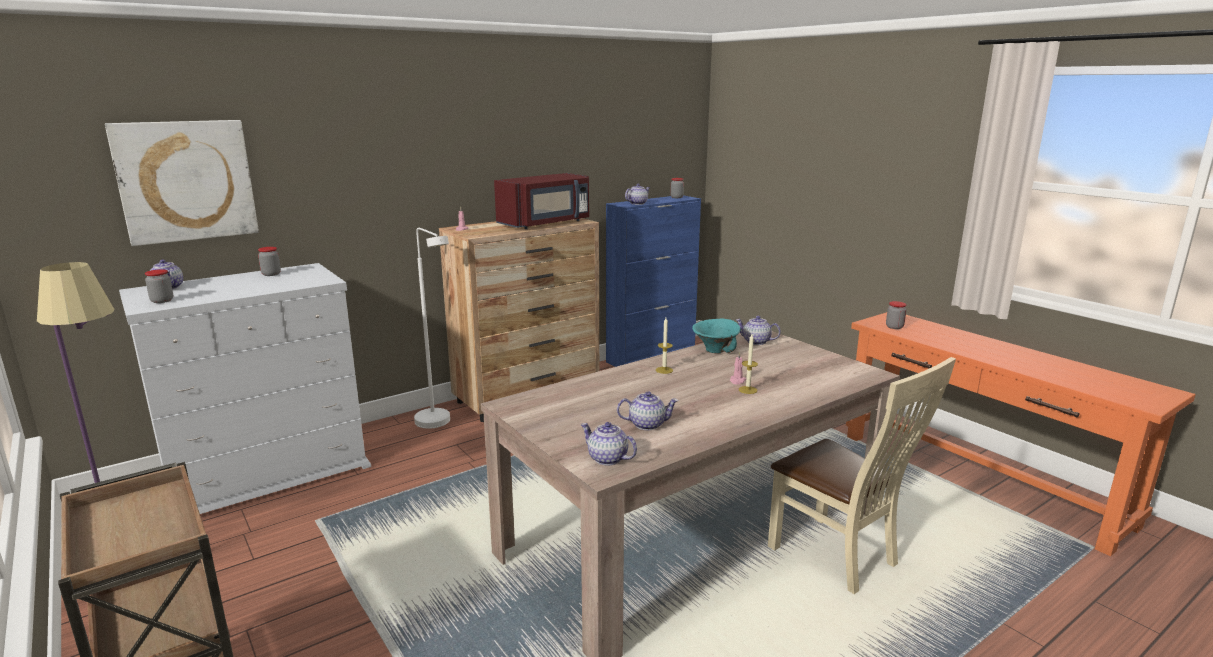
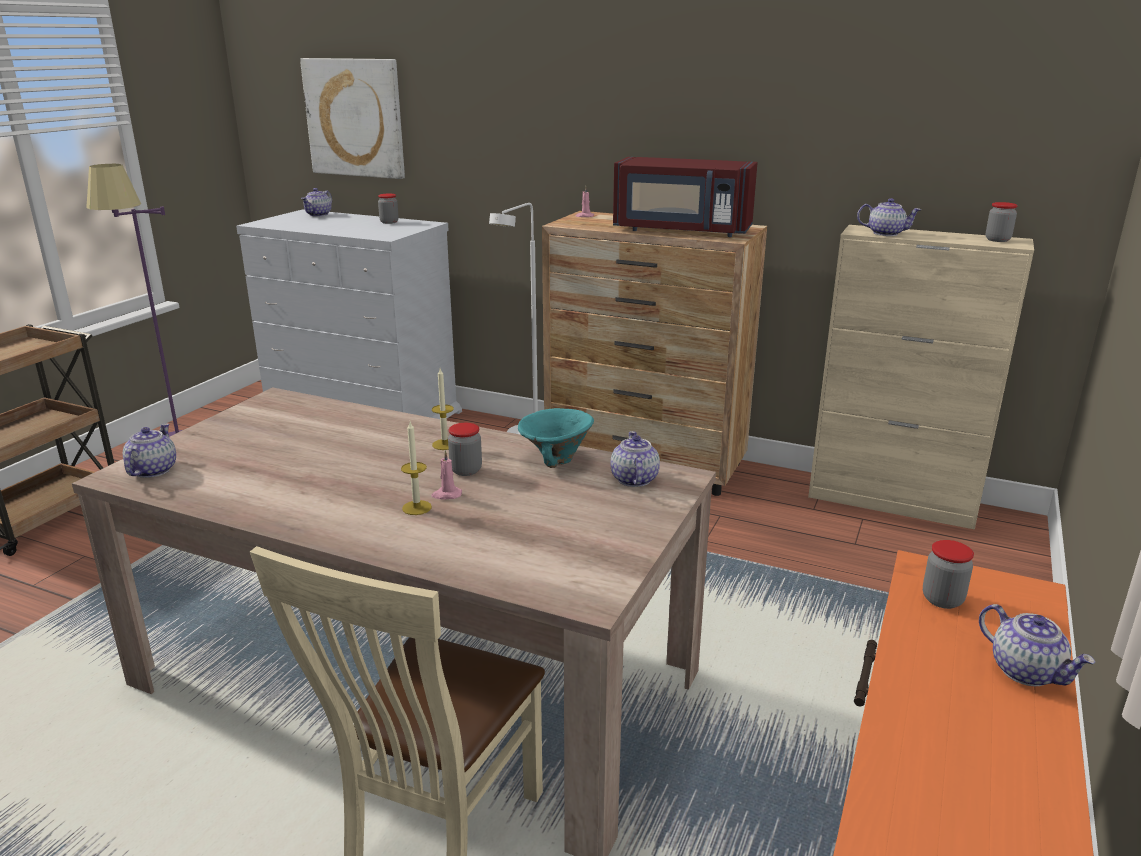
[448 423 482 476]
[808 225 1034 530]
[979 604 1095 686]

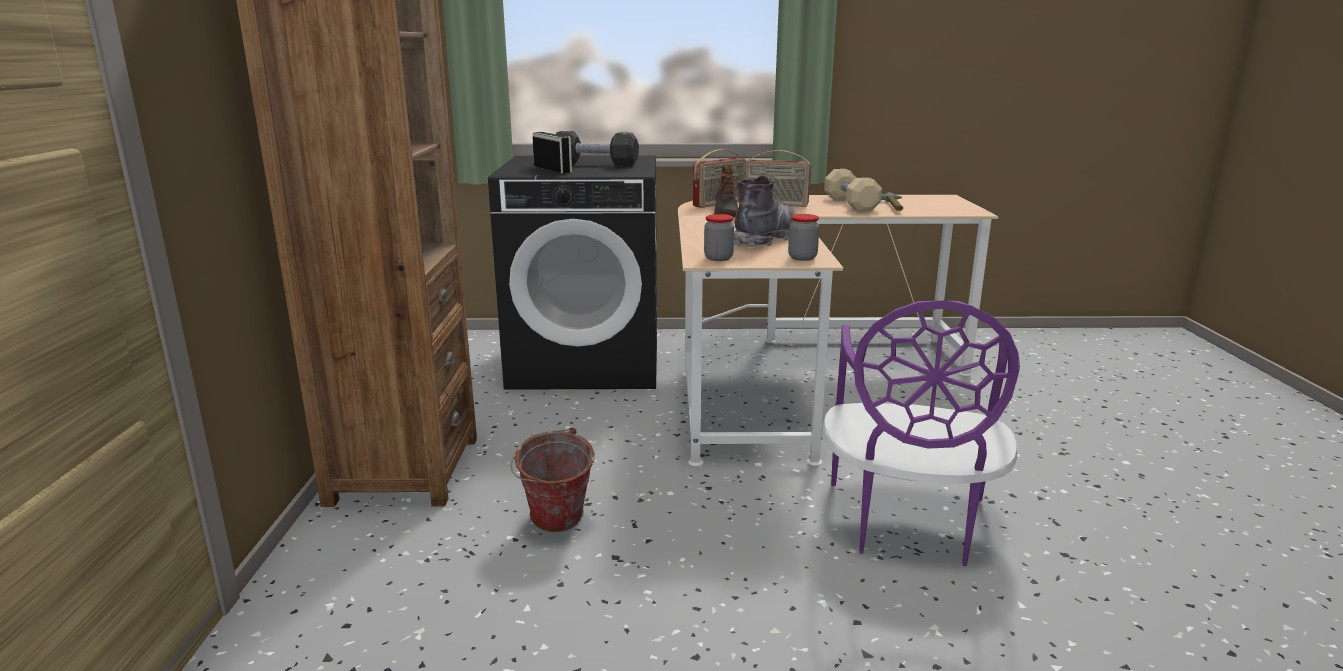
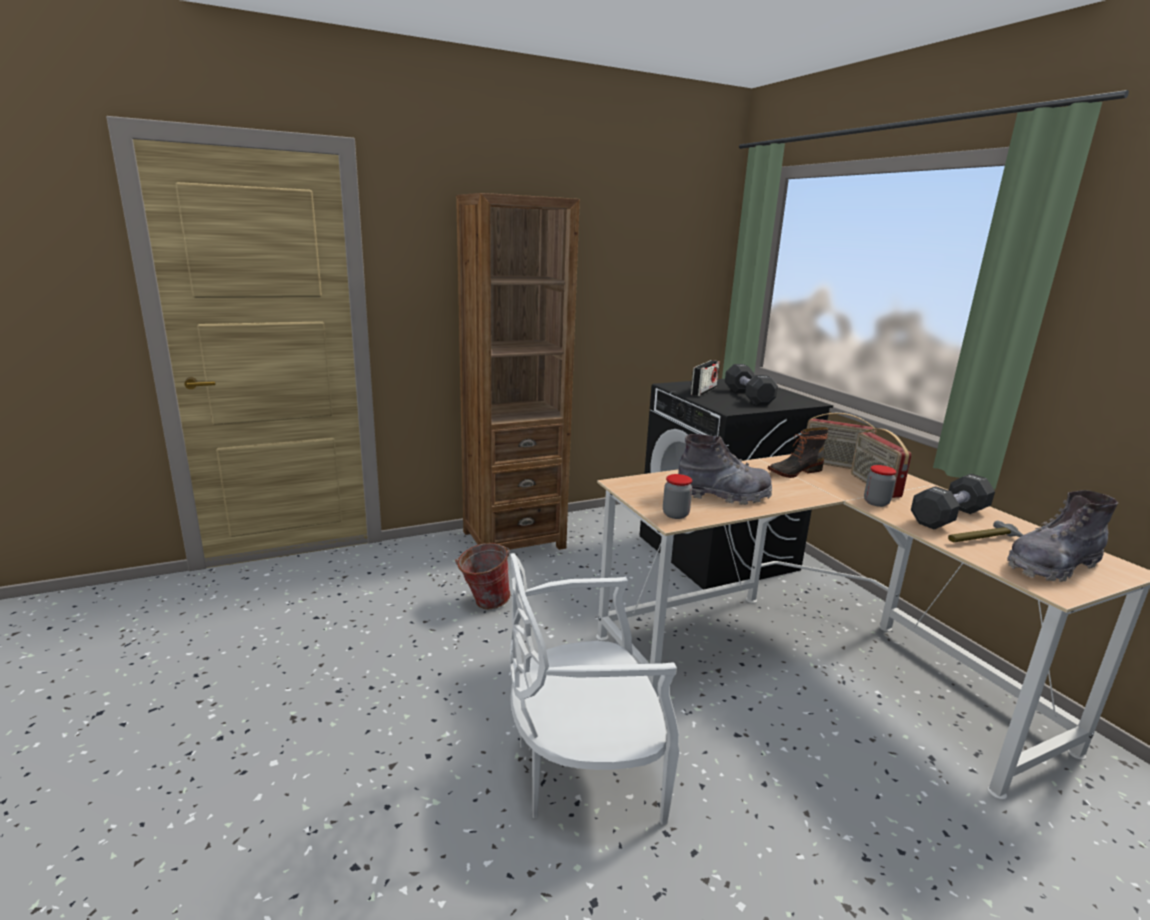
[510 553 680 825]
[864 465 897 507]
[911 474 995 530]
[1007 490 1118 582]

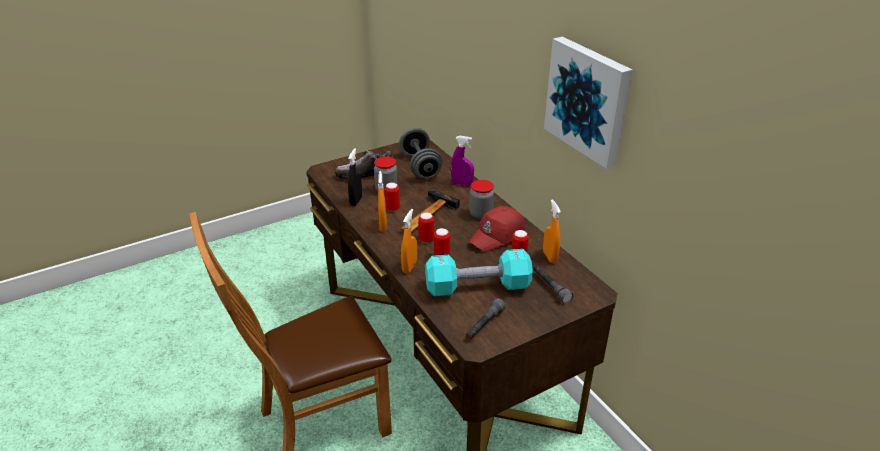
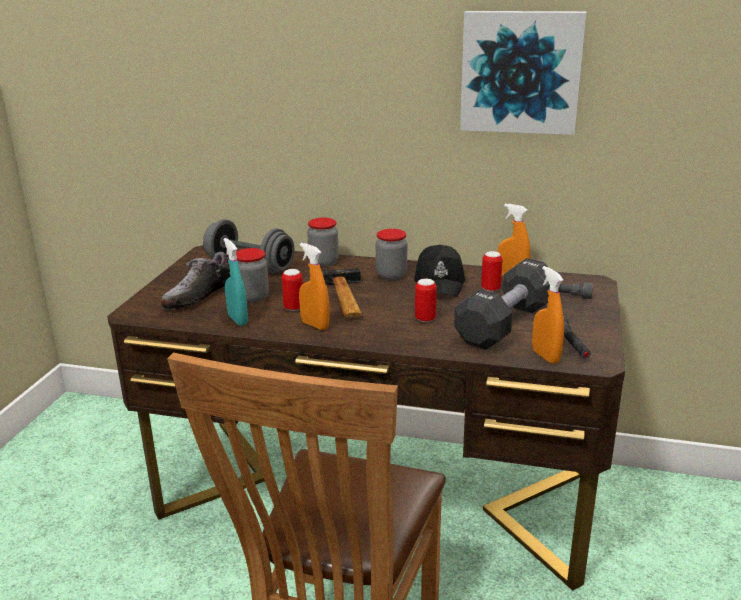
[223 238 248 326]
[307 218 339 267]
[414 244 465 297]
[454 258 550 350]
[532 266 564 364]
[419 212 434 243] (first image)

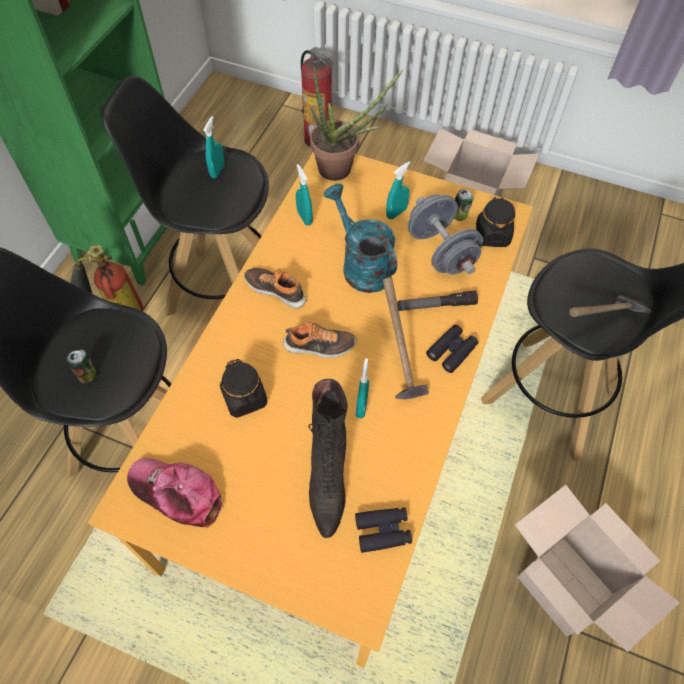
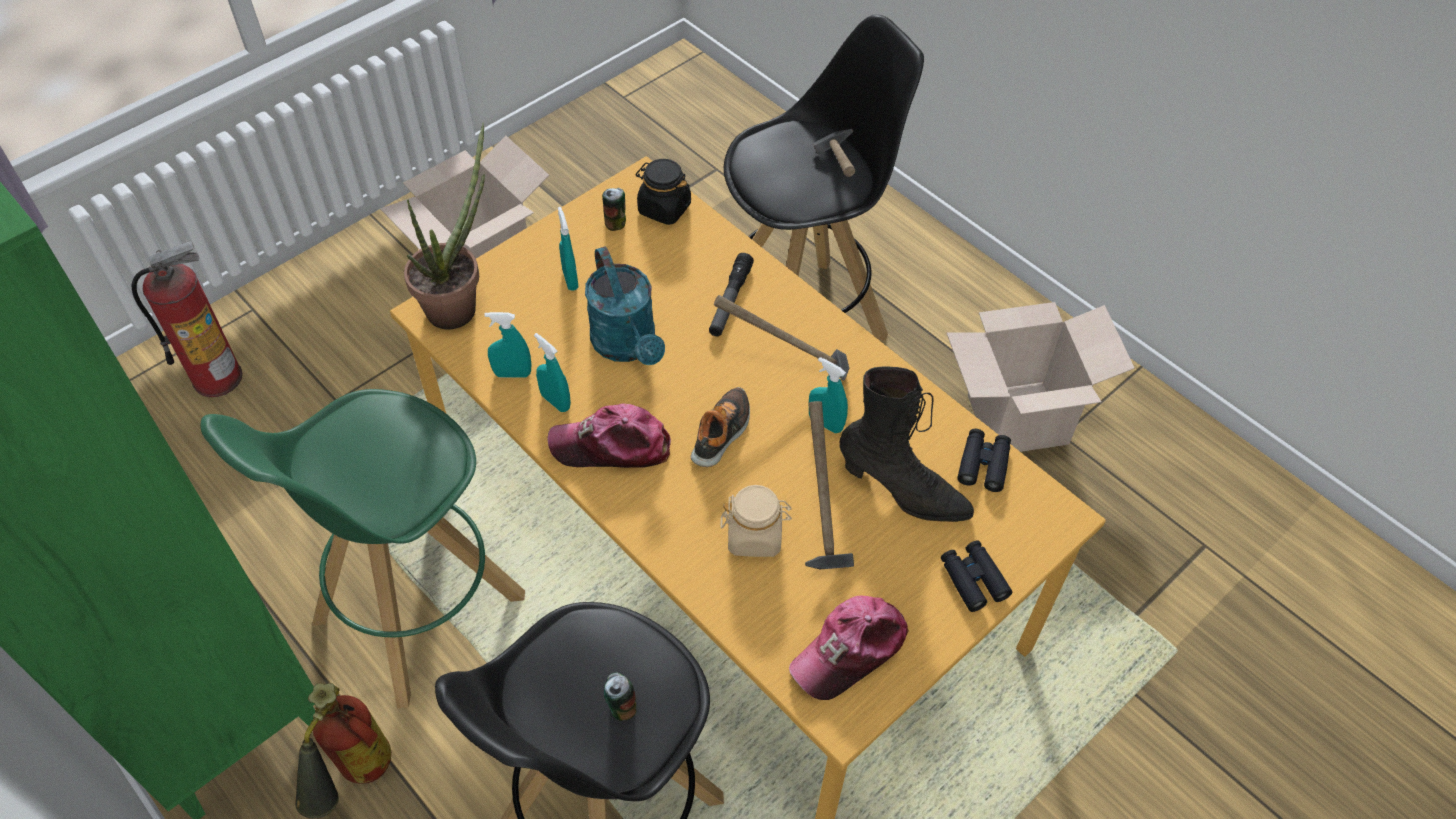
[200 389 525 708]
[534 333 571 412]
[548 403 671 468]
[585 247 665 365]
[720 485 792 557]
[805 401 854 569]
[941 540 1012 612]
[408 195 483 275] (first image)

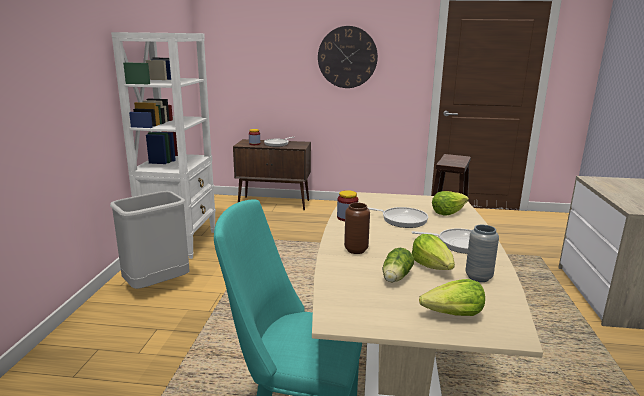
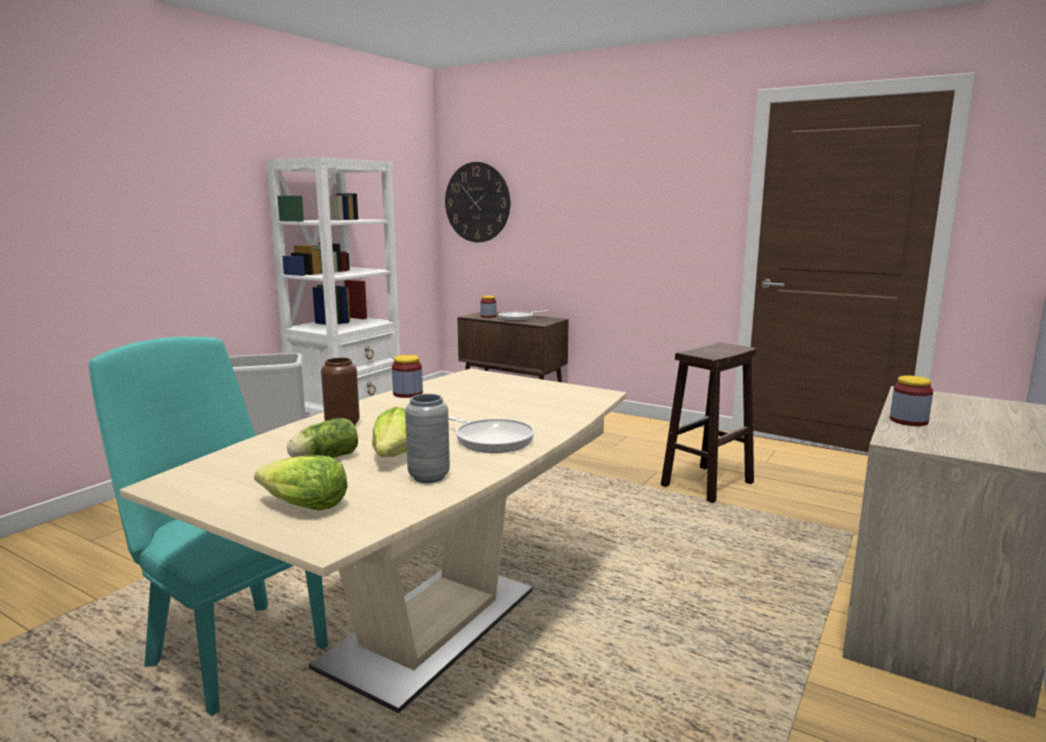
[445 162 510 242]
[890 375 933 426]
[367 207 428 228] (first image)
[432 191 469 216] (first image)

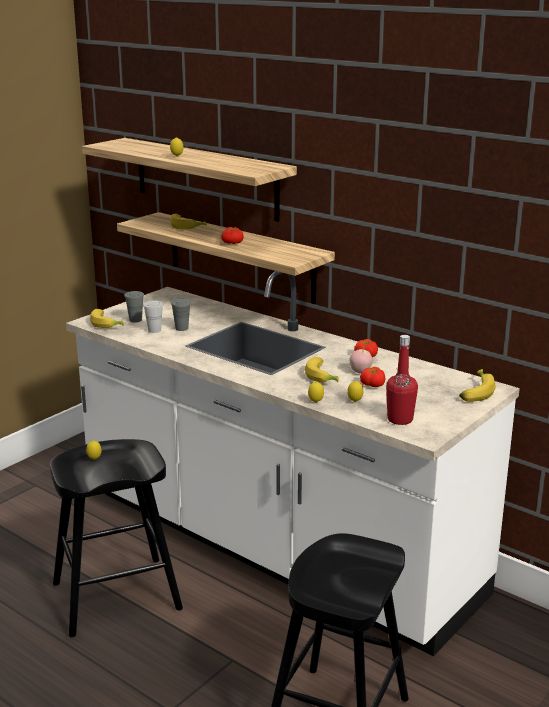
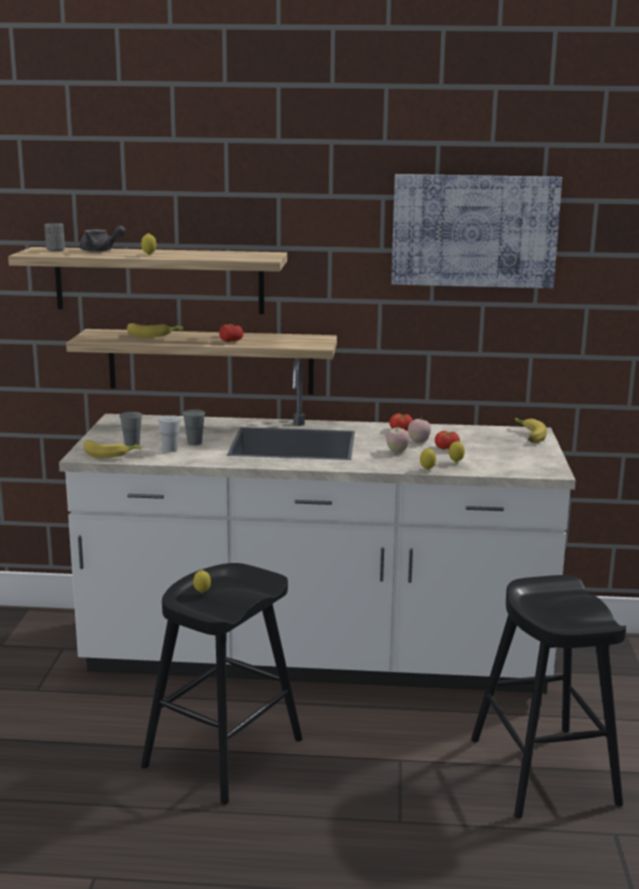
[44 223 65 251]
[80 225 126 252]
[386 428 410 453]
[391 174 562 288]
[386 335 418 425] (first image)

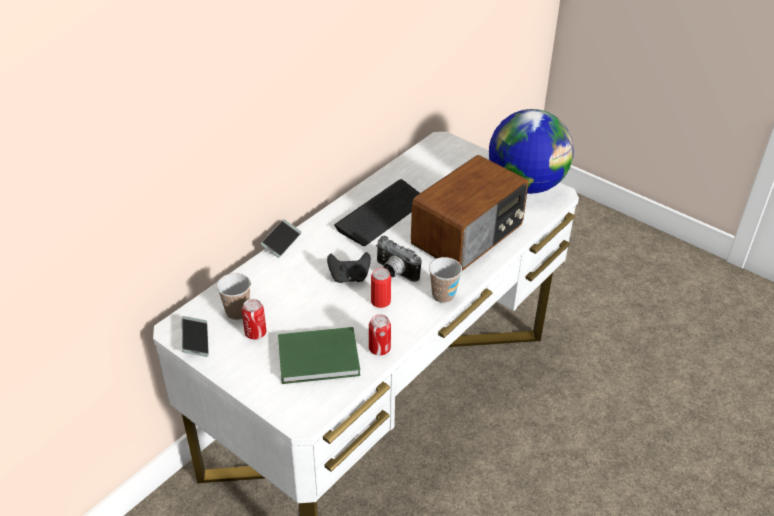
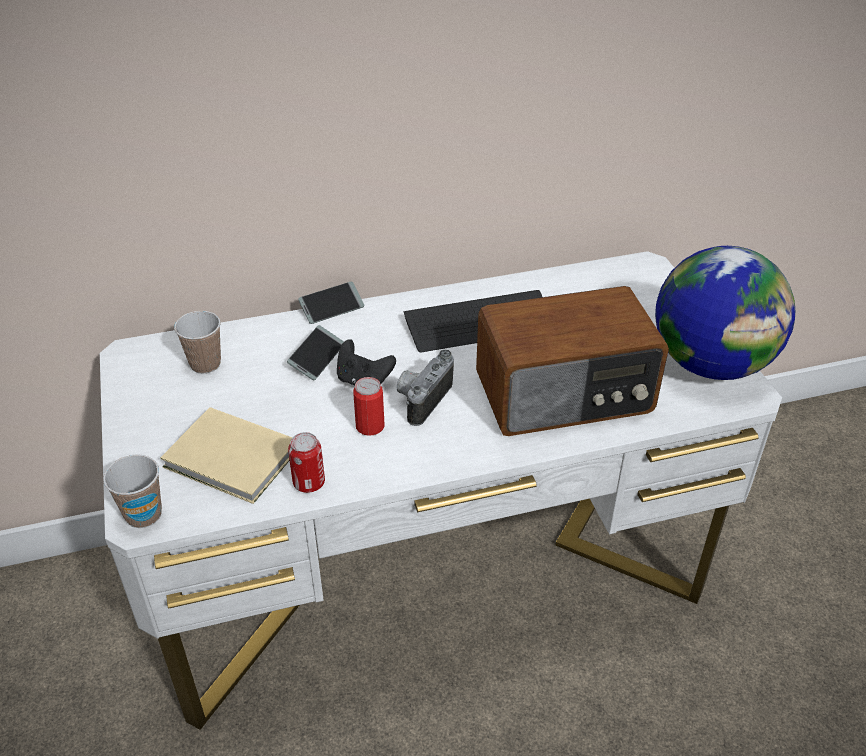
[103 454 162 528]
[160 407 292 504]
[287 325 344 381]
[397 350 454 426]
[242 299 266 340] (first image)

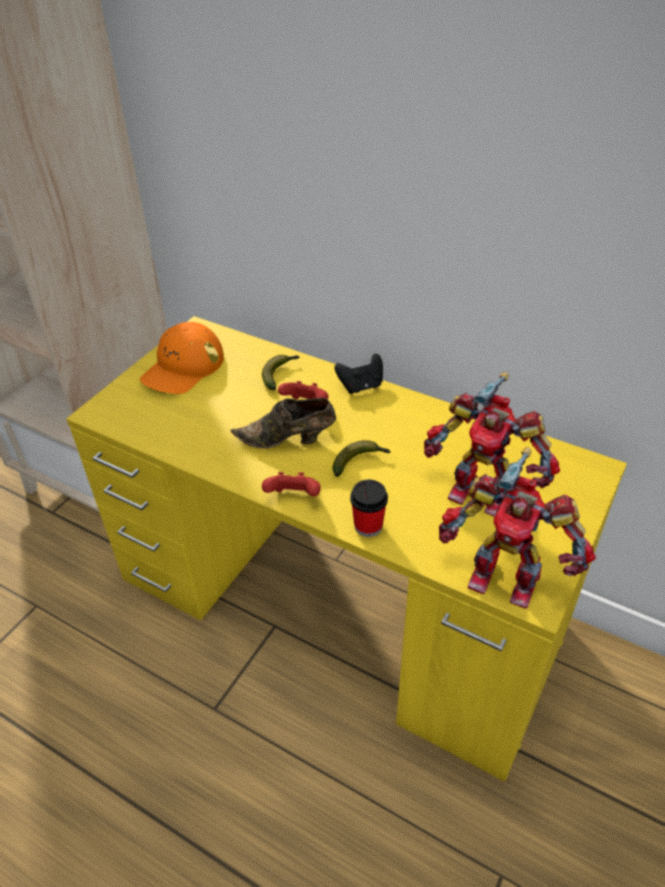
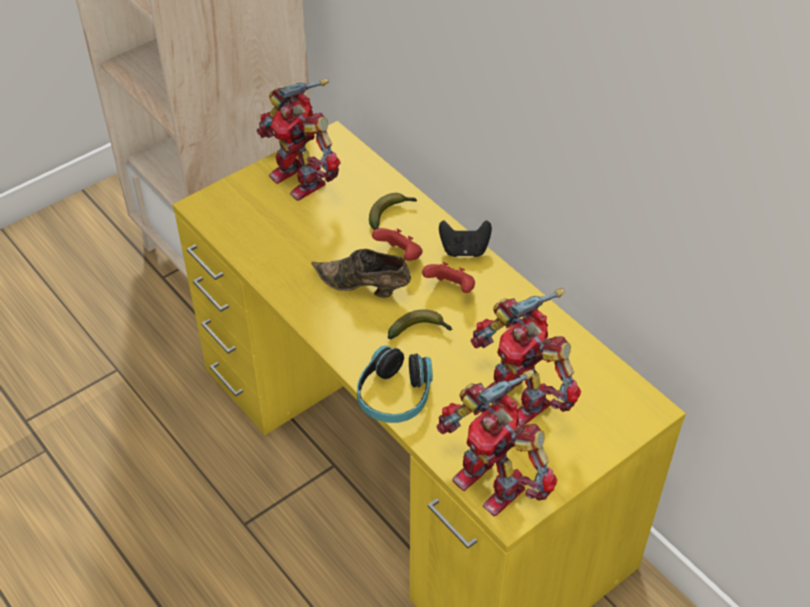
[256 79 341 201]
[357 346 433 423]
[422 262 475 293]

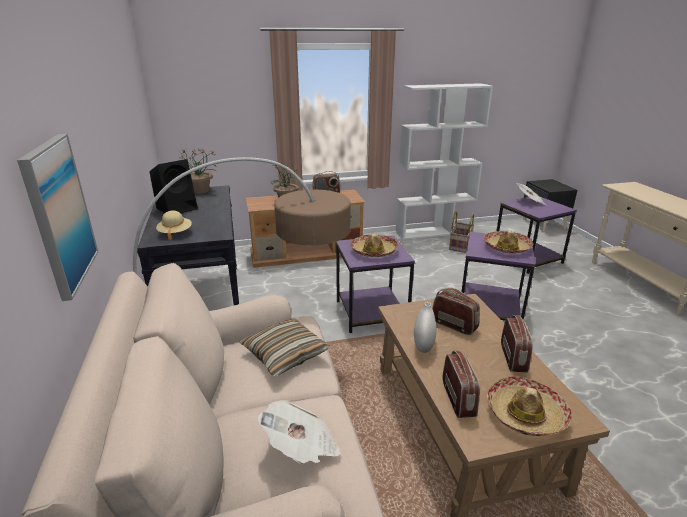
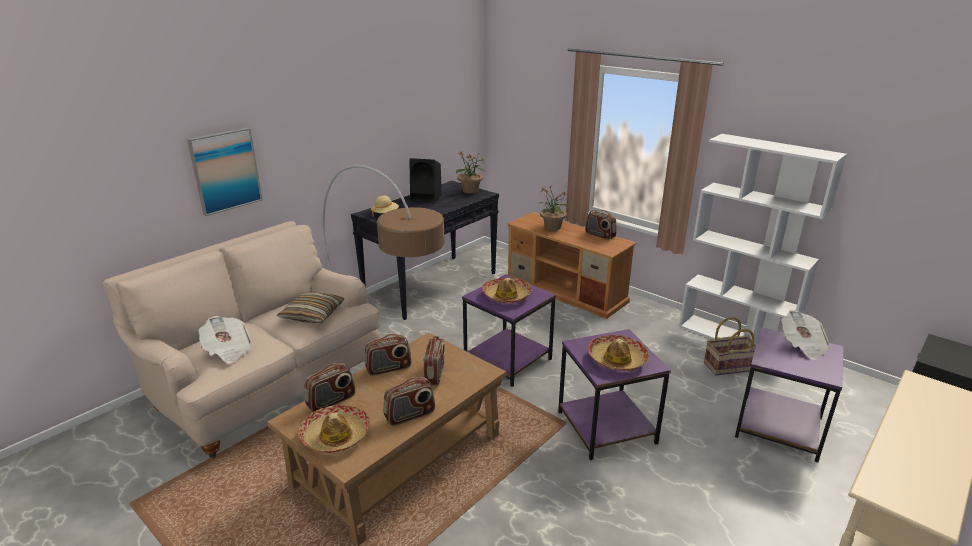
[364 334 411 376]

